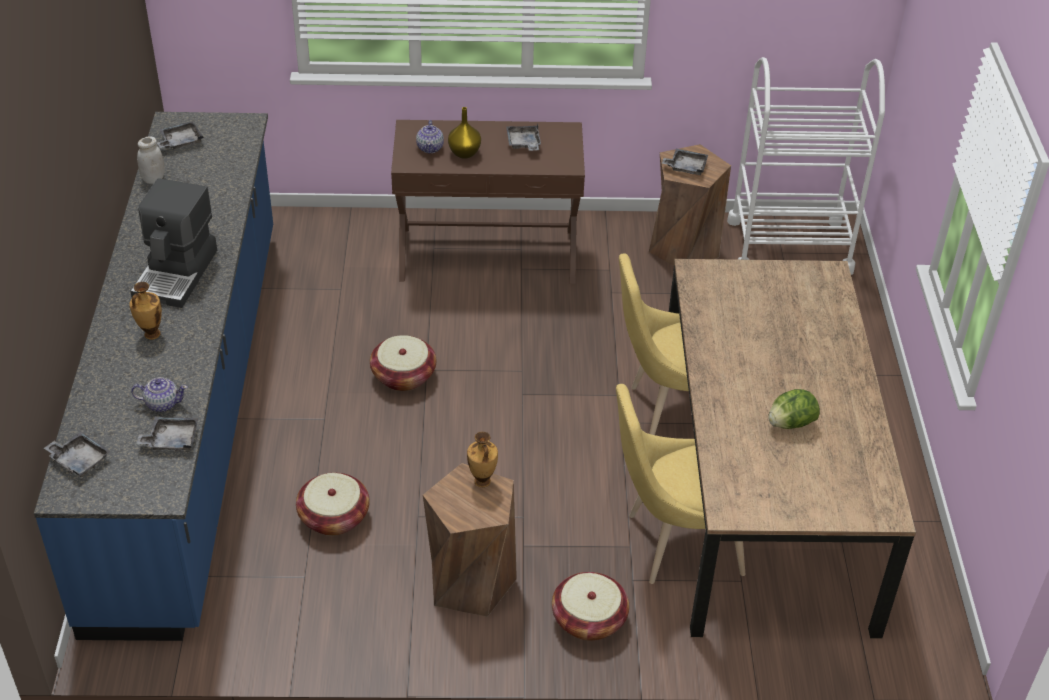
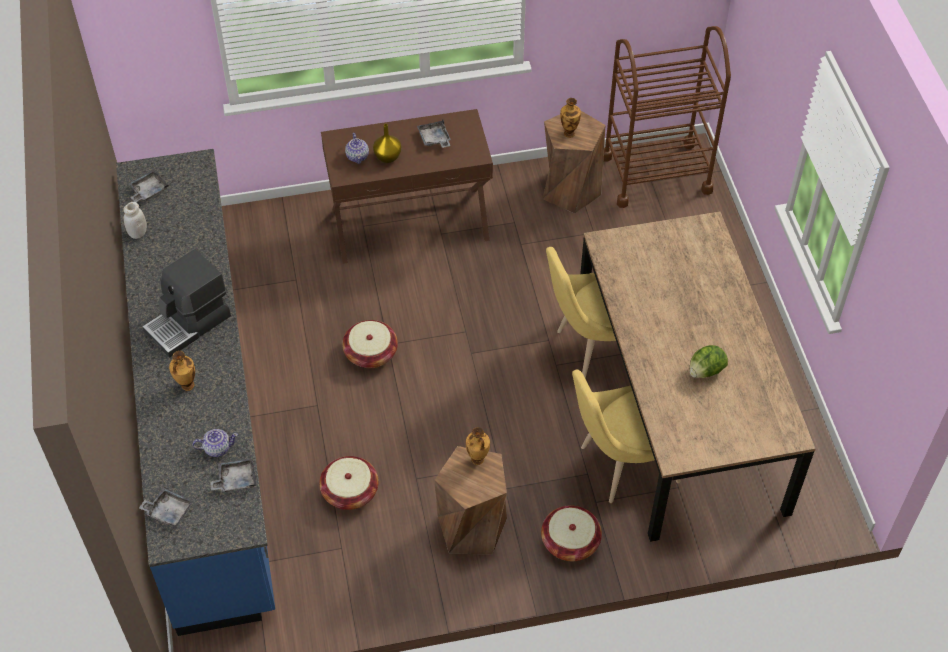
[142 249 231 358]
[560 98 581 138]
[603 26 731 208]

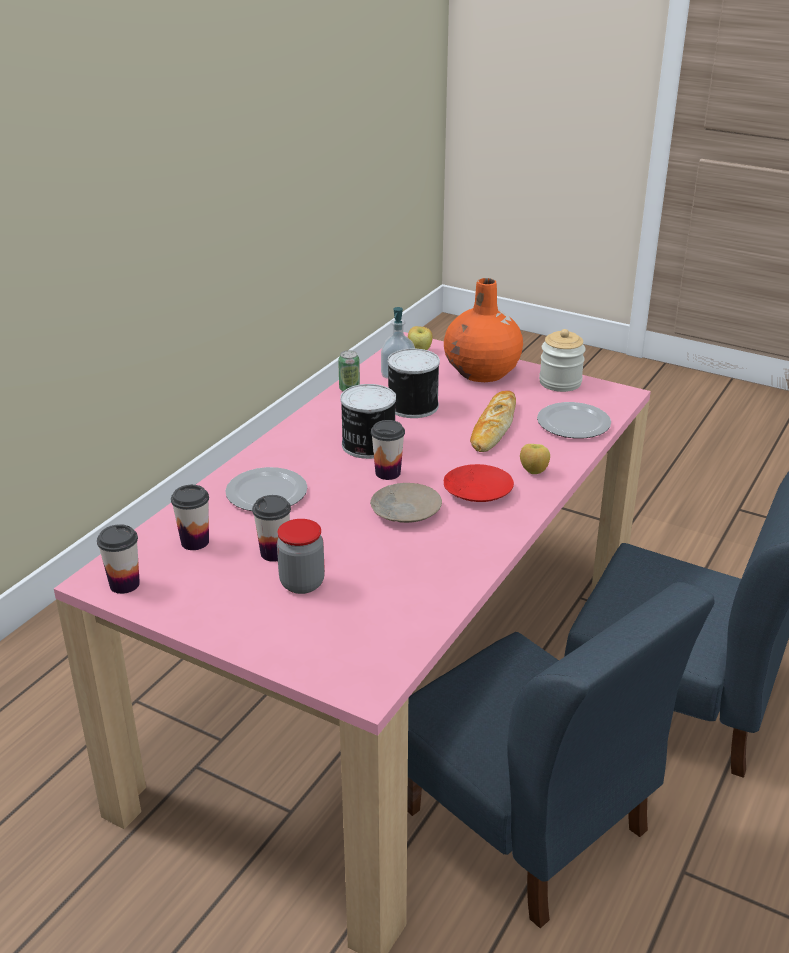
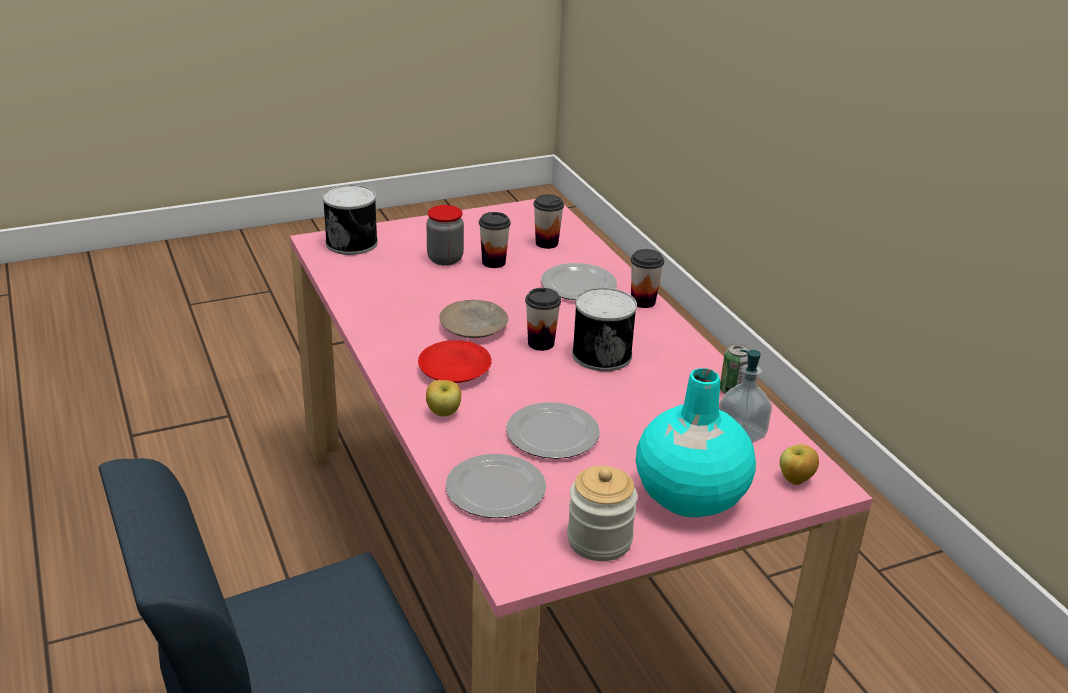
[323 185 378 255]
[506 402 600 459]
[631 249 664 308]
[636 368 756 517]
[407 582 715 929] (first image)

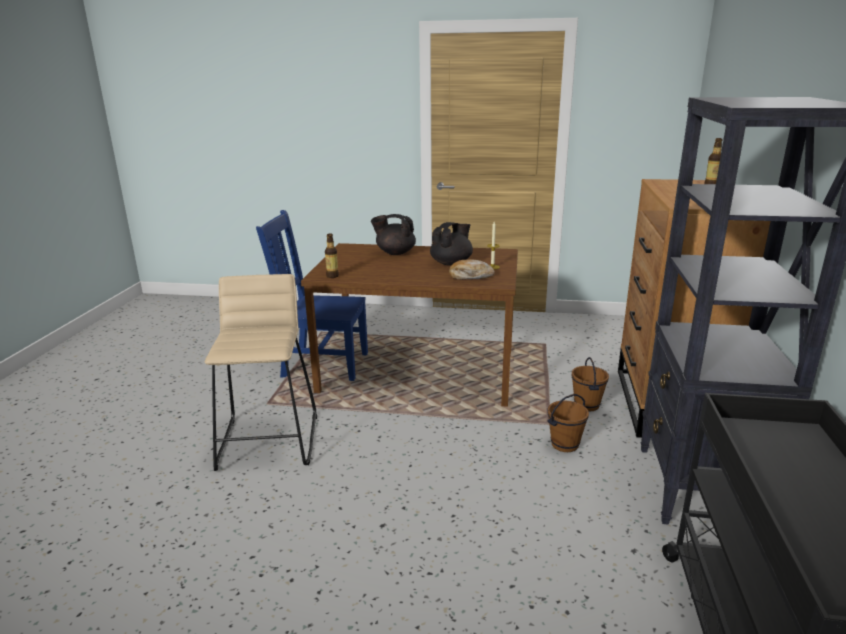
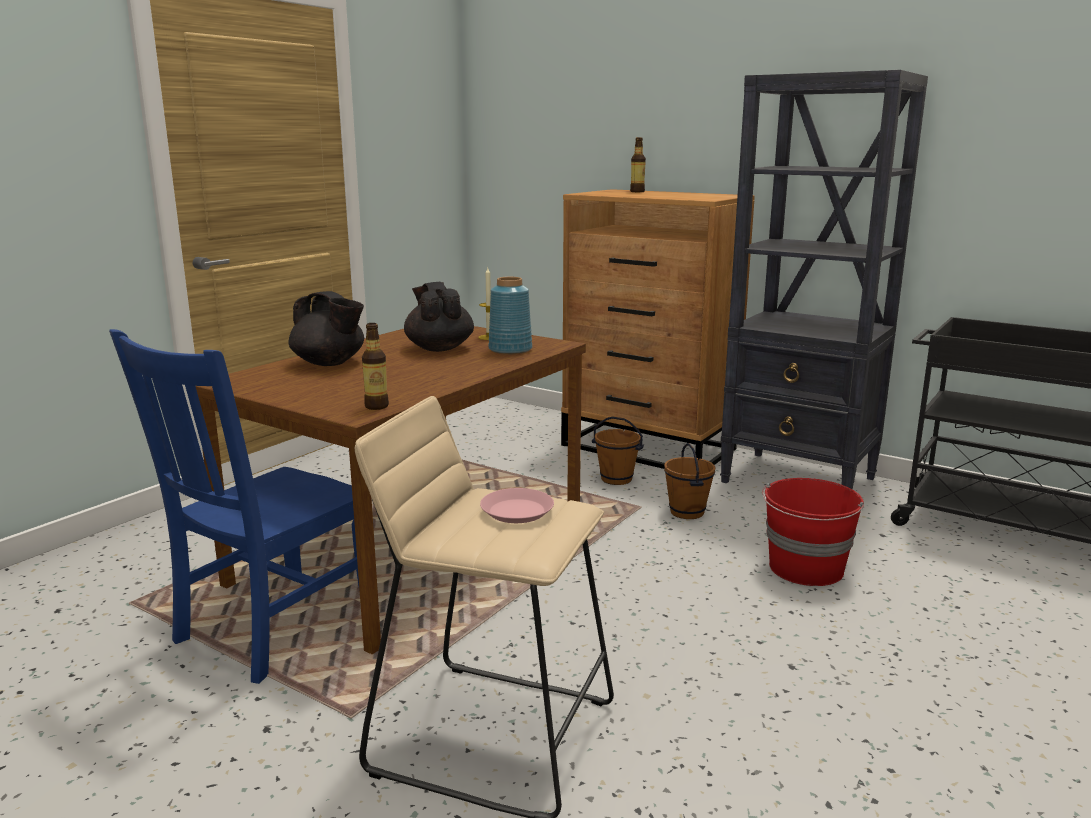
[289 291 364 366]
[480 488 554 523]
[488 277 532 355]
[762 478 864 586]

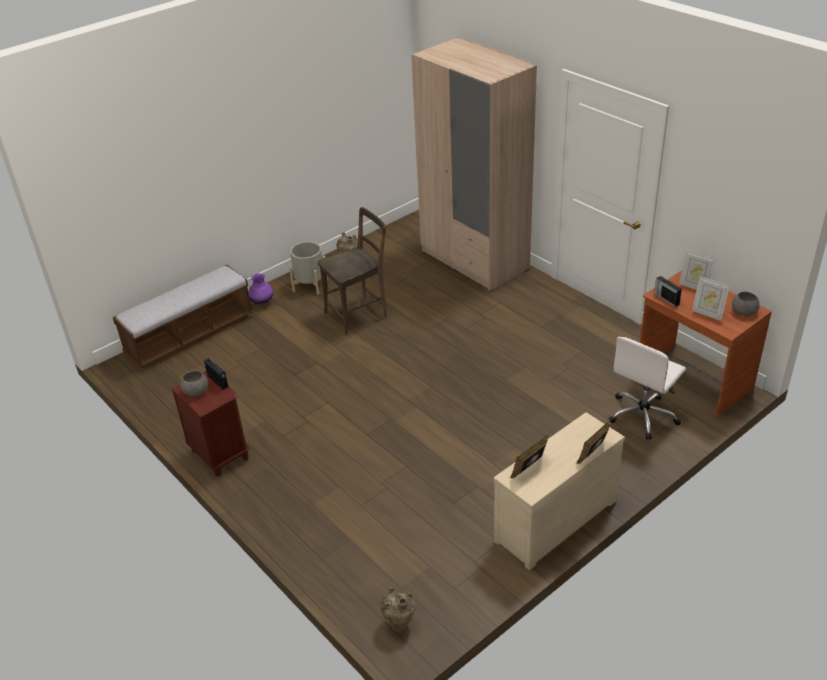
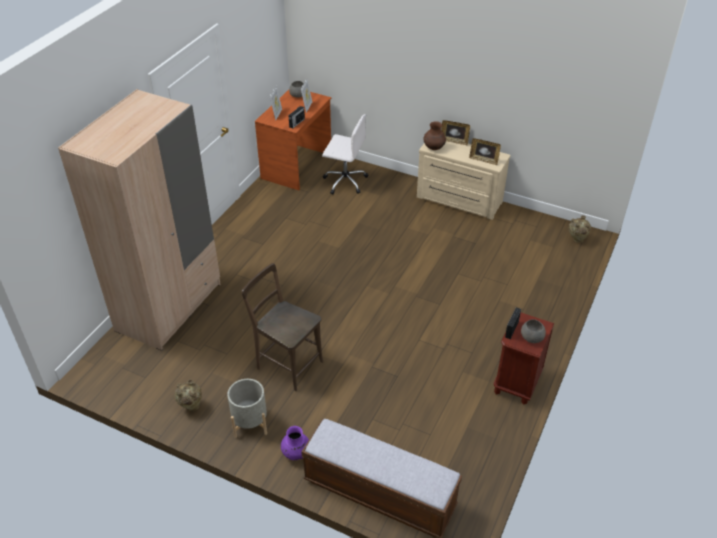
[423 121 446 150]

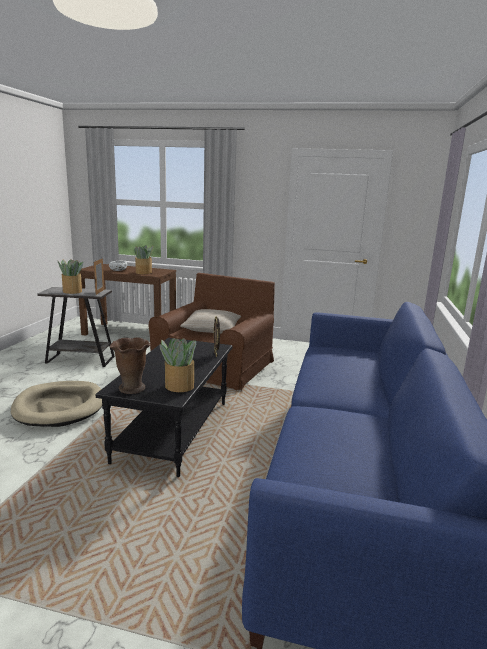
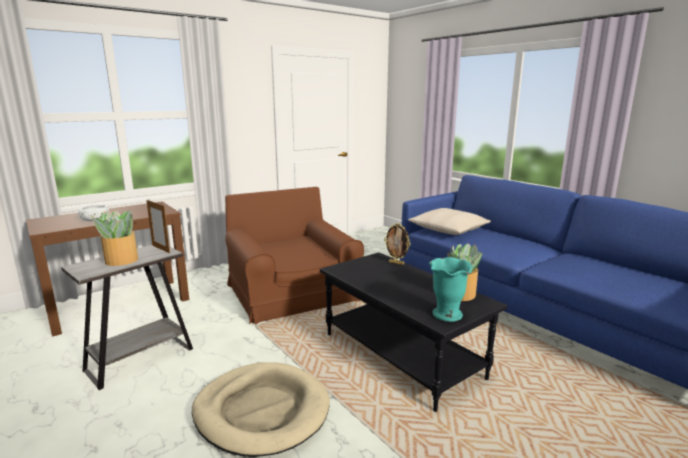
[408 208 491 235]
[429 257 473 322]
[134 245 153 274] (first image)

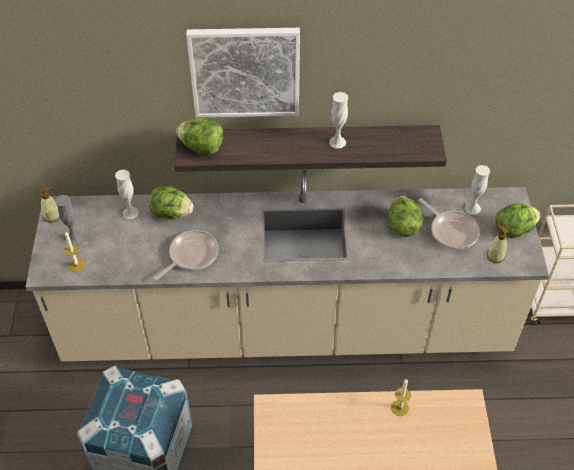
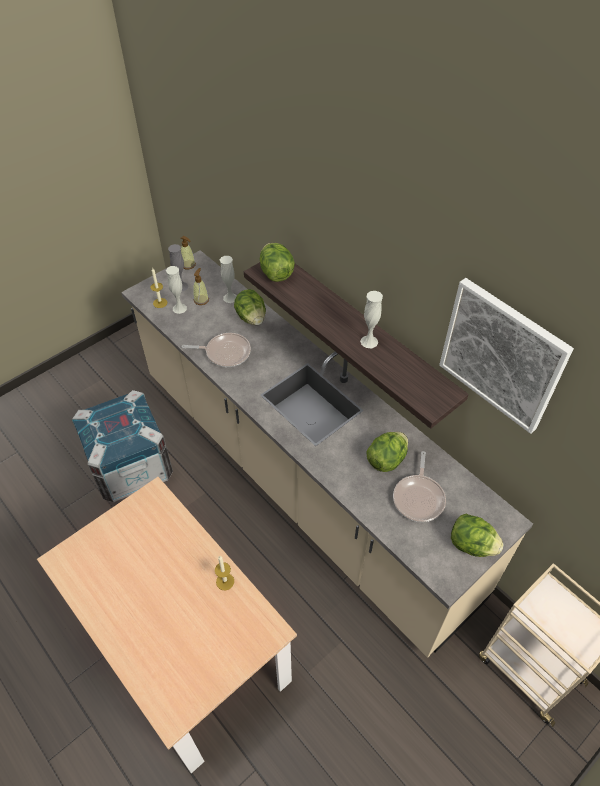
[166 266 187 314]
[193 268 209 305]
[439 278 574 434]

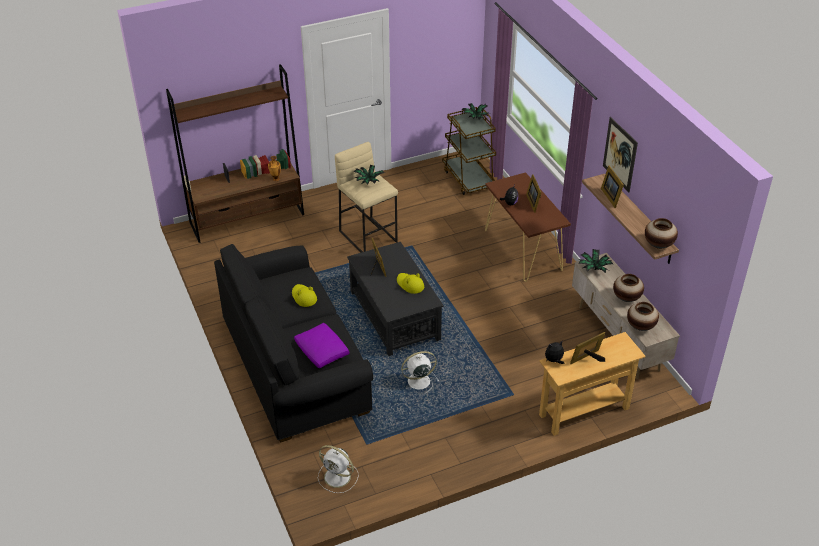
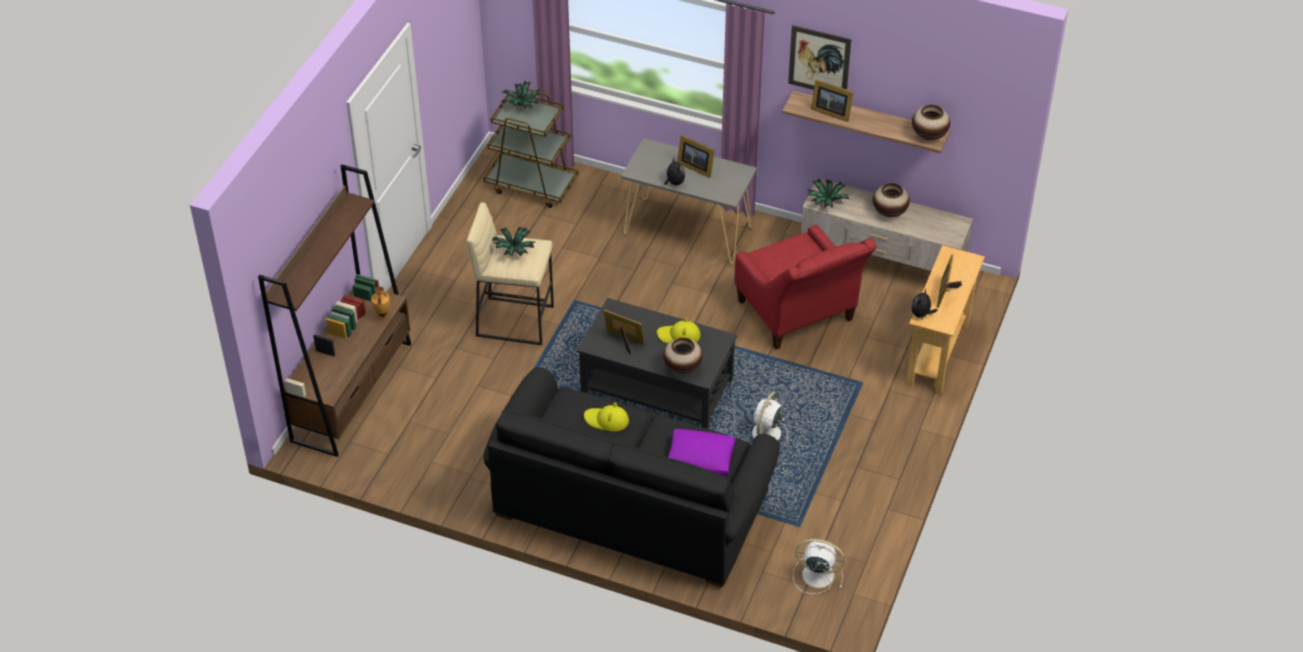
[621 138 757 263]
[663 337 703 374]
[734 225 876 349]
[793 539 845 594]

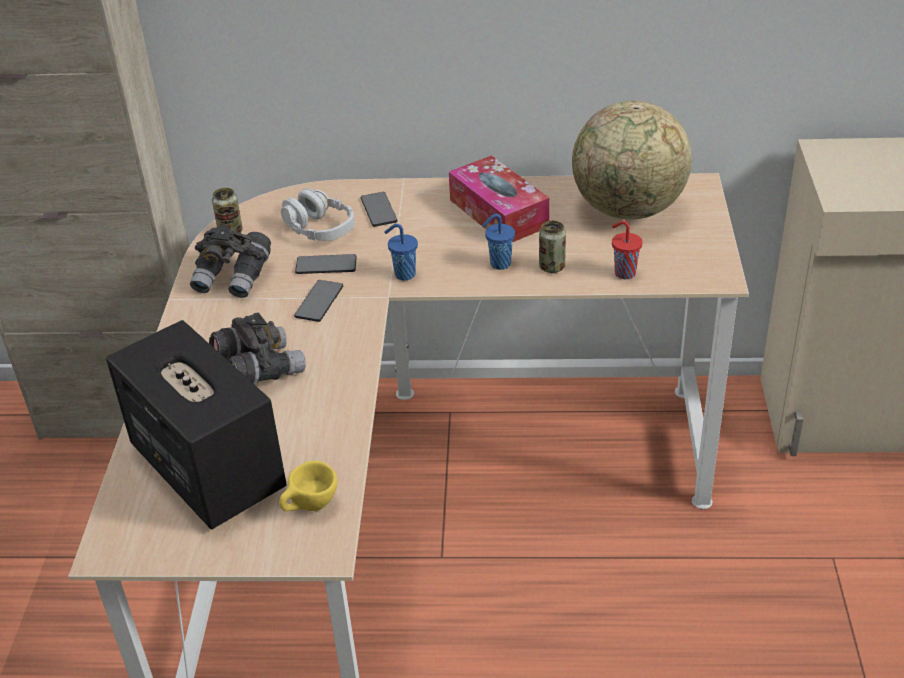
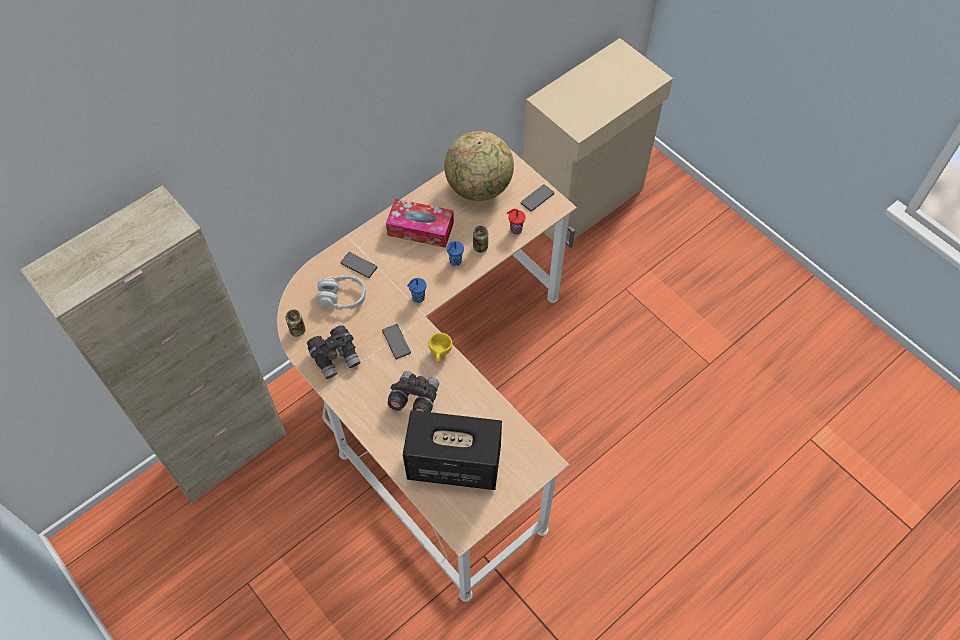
[429 333 452 363]
[521 184 554 211]

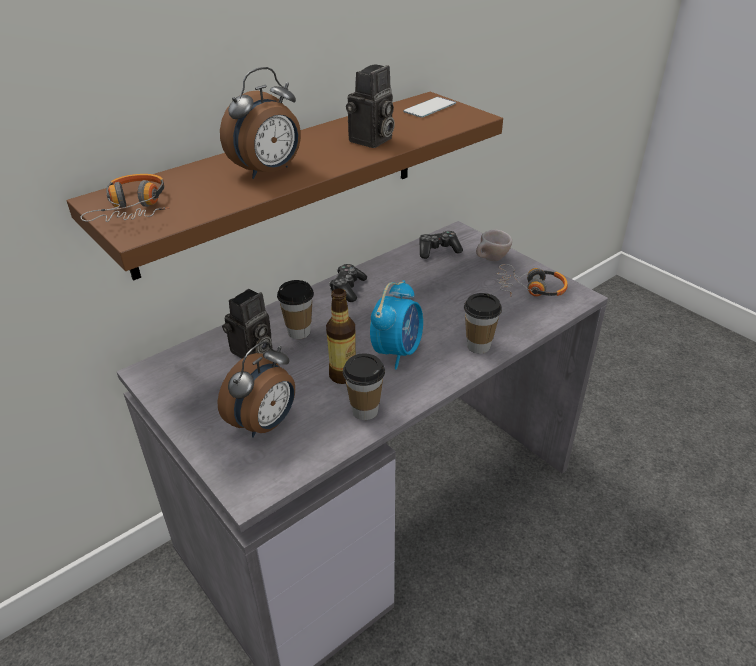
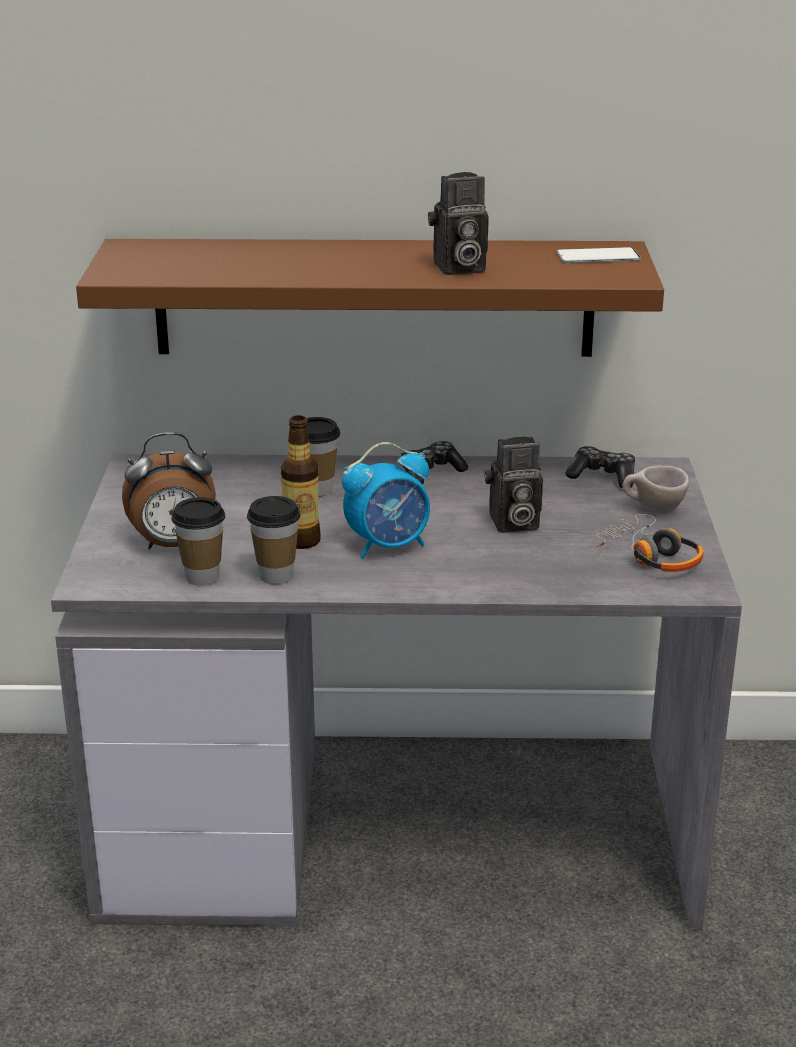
[171 497 225 586]
[484 437 543 533]
[80 174 169 222] (first image)
[220 67 301 179] (first image)

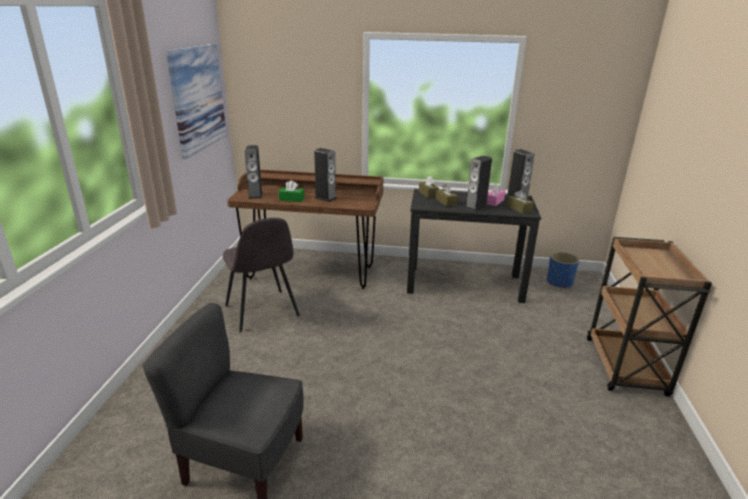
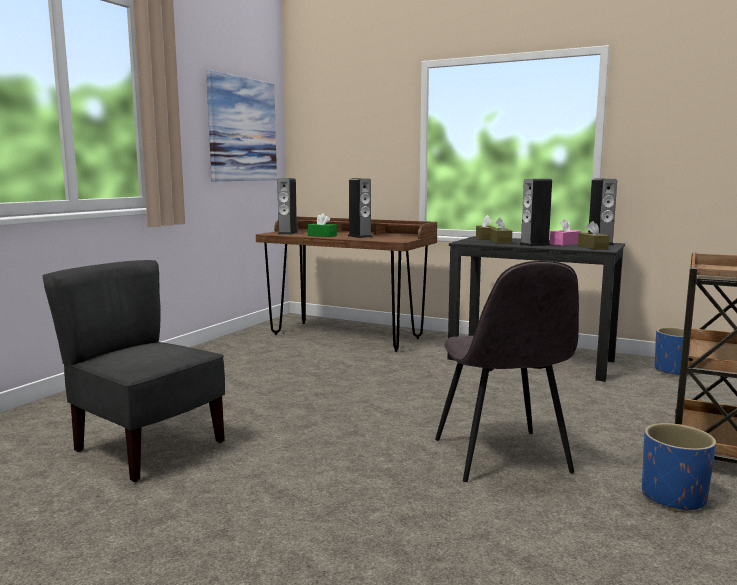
[435 261 579 482]
[642 423 716 512]

